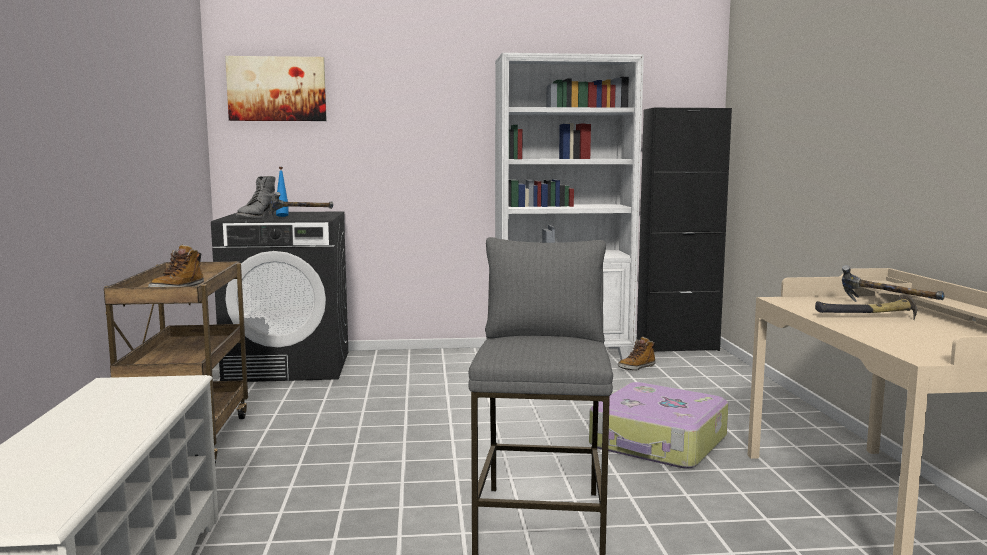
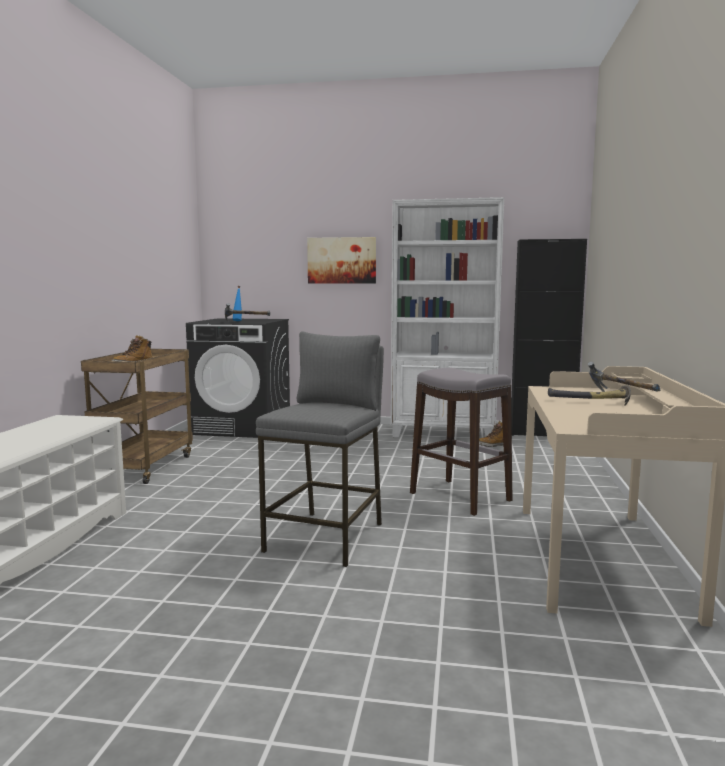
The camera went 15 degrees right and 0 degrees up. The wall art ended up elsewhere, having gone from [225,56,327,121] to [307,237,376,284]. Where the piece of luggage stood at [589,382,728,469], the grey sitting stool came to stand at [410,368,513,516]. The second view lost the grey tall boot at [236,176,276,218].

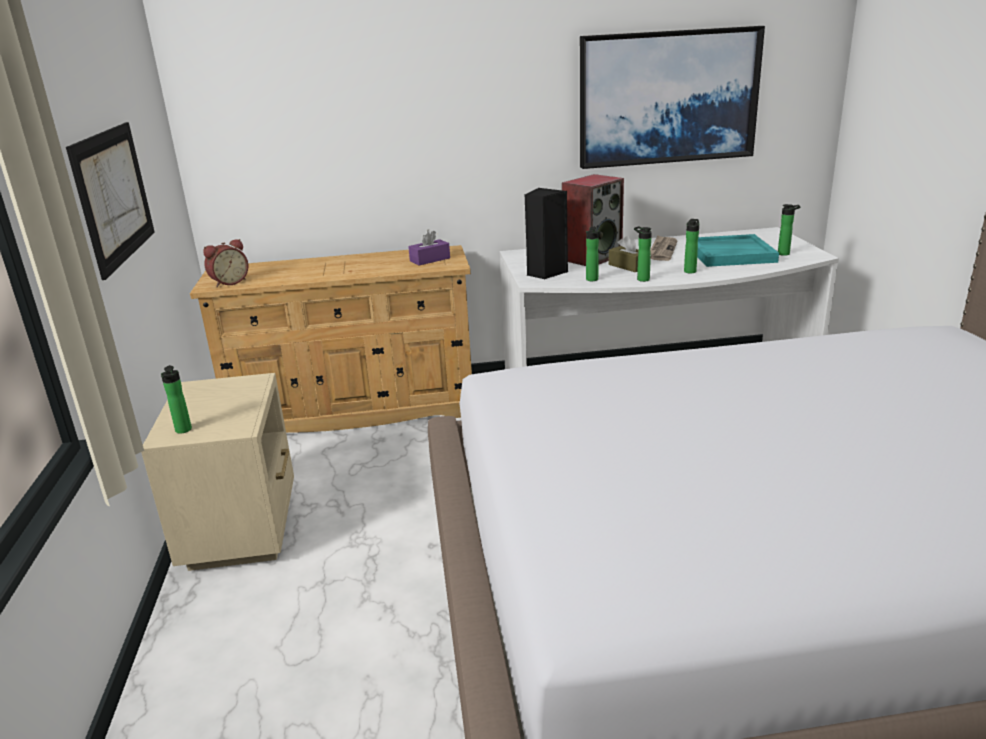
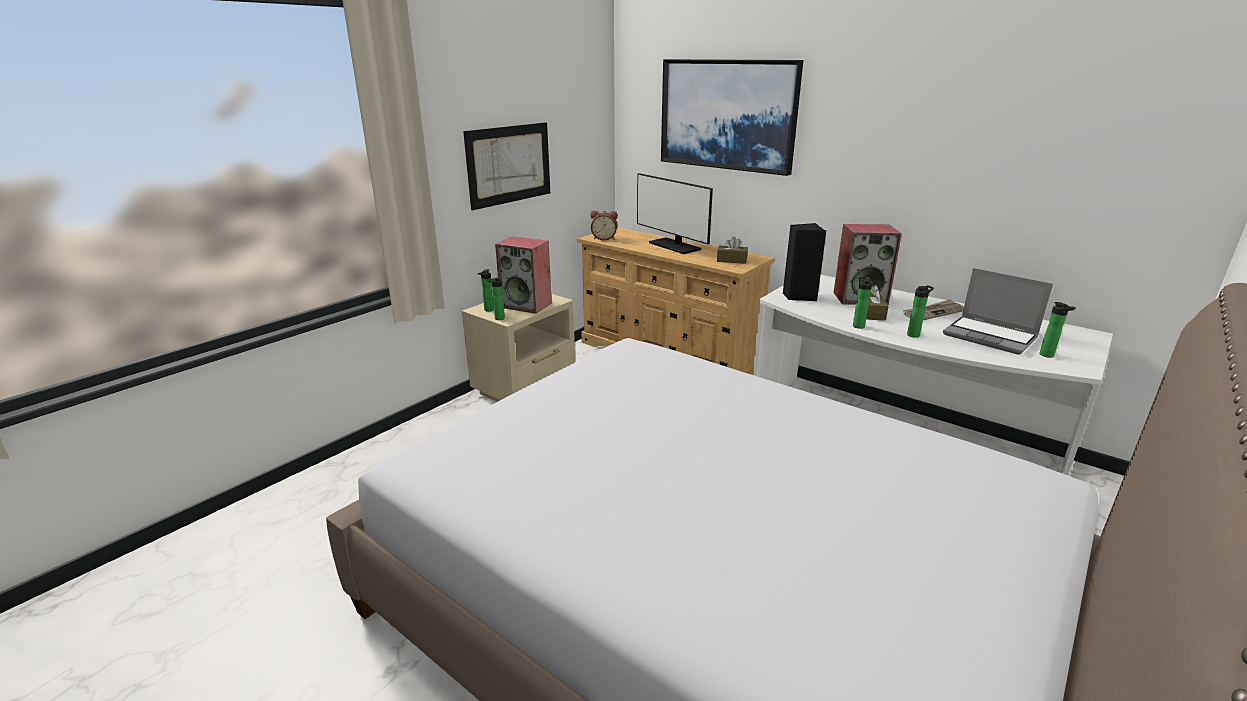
The camera went 45 degrees right and 0 degrees up. The beverage bottle ended up elsewhere, having gone from [586,227,599,281] to [487,277,505,320]. The second view gained the speaker at [495,237,552,314]. The second view gained the computer display at [637,173,713,254]. The wall art ended up elsewhere, having gone from [580,26,765,169] to [661,59,803,176]. What was the purple tissue box at [408,230,450,265] turned into the brown tissue box at [717,236,748,264]. Where the turquoise-coloured carrying tray stood at [697,234,779,267], the portable computer came to stand at [943,268,1053,355].

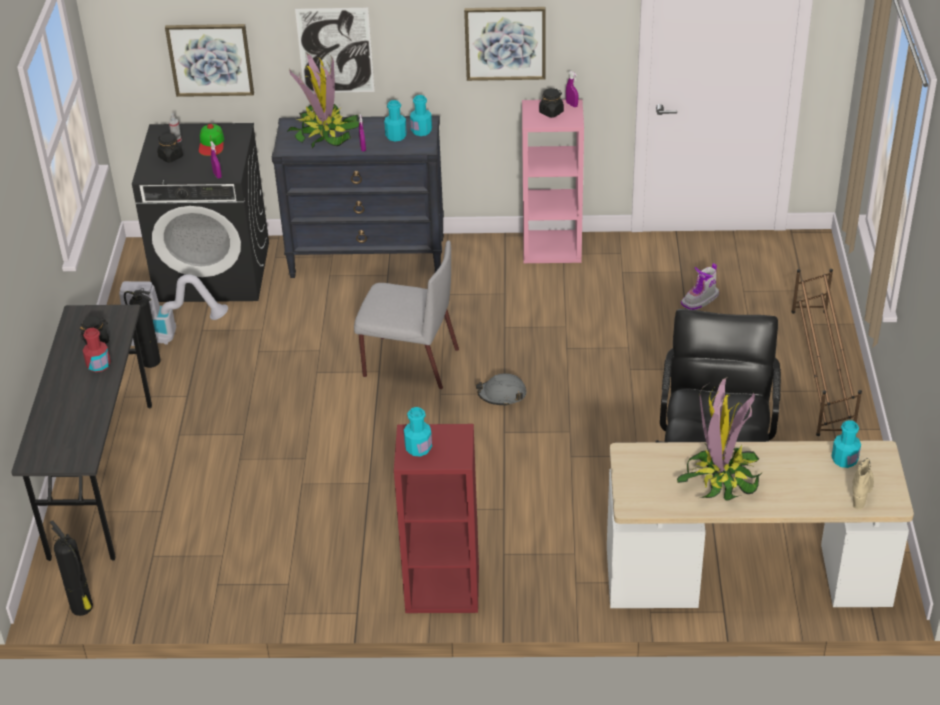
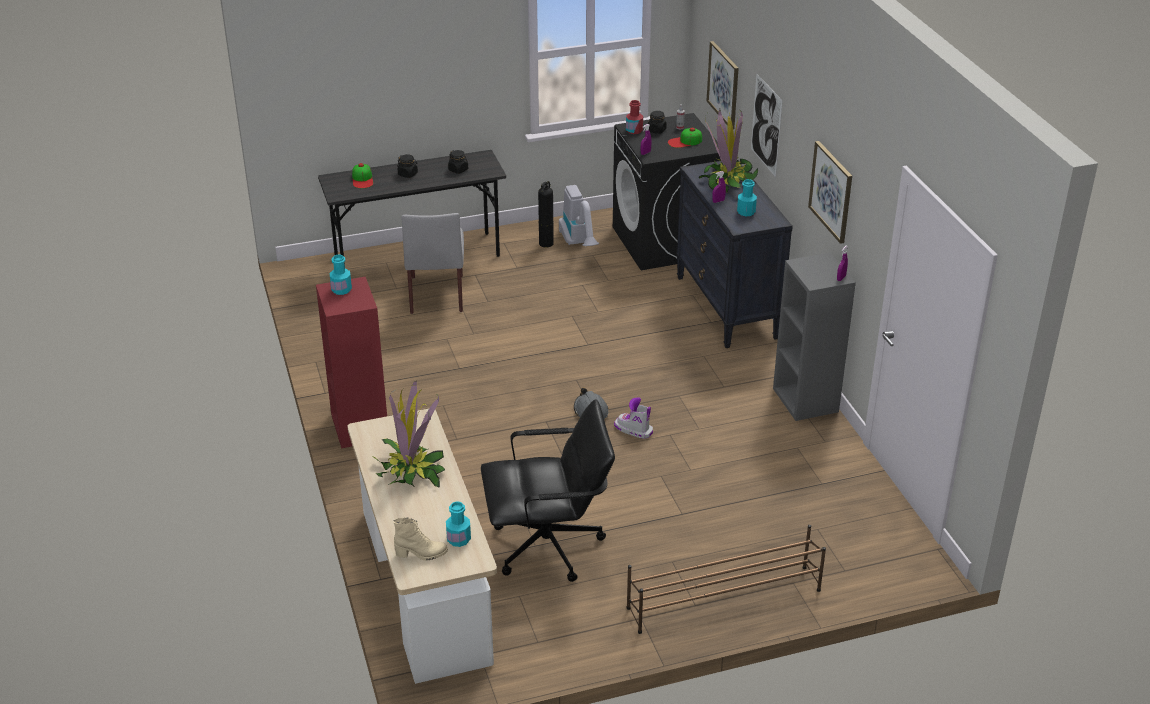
The camera went 70 degrees right and 5 degrees down. The second view gained the baseball cap at [352,163,373,188]. The black preserve jar ended up elsewhere, having gone from [539,88,564,118] to [397,154,418,178]. The grey plain chair ended up elsewhere, having gone from [354,240,459,389] to [401,213,464,314]. The tall boot ended up elsewhere, having gone from [681,263,719,310] to [614,398,653,439]. The red-coloured beverage bottle ended up elsewhere, having gone from [83,328,111,372] to [626,100,643,134]. What was the pink bookshelf at [522,99,584,263] turned into the grey bookshelf at [773,253,856,421]. The second view lost the fire extinguisher at [50,520,93,616]. The second view lost the turquoise-coloured beverage bottle at [410,95,432,136].

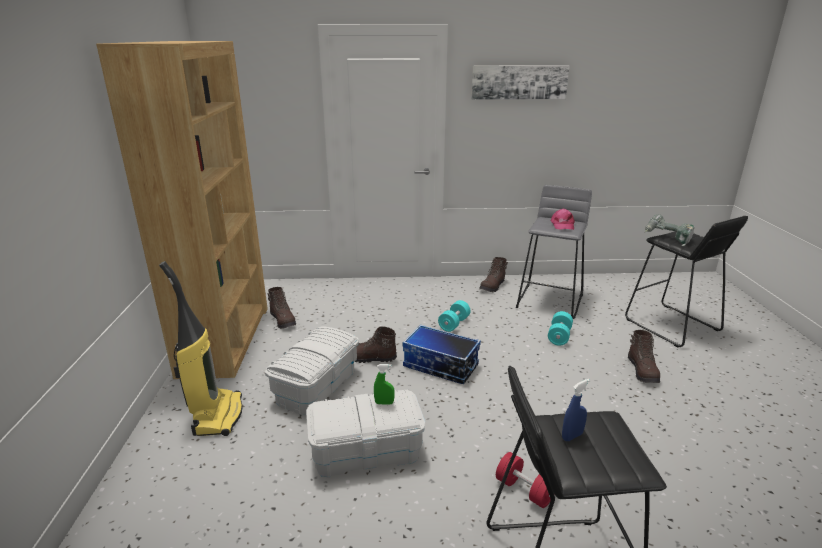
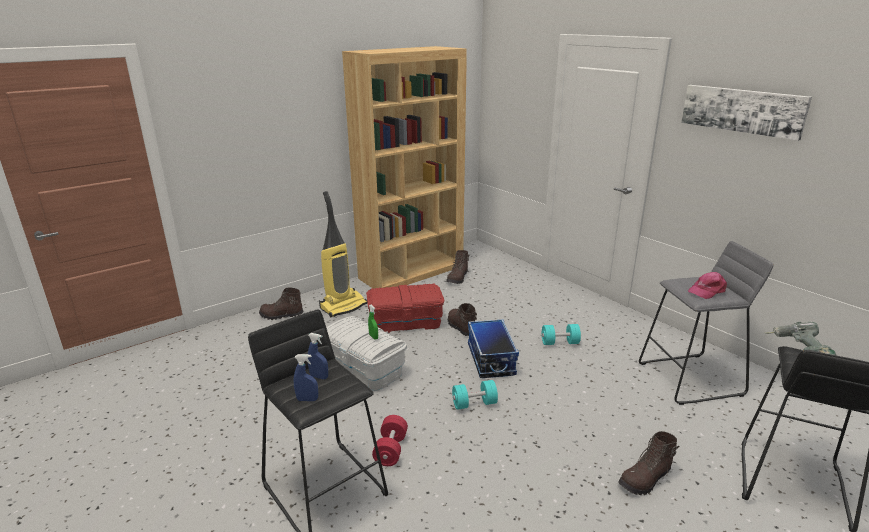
The camera went 55 degrees right and 0 degrees up. The brown tall boot ended up elsewhere, having gone from [479,257,508,292] to [259,288,303,320]. The second view gained the blue spray bottle at [293,354,318,401]. What was the white-coloured storage bin at [265,327,359,415] turned into the red-coloured storage bin at [366,283,444,333]. The turquoise-coloured free weight ended up elsewhere, having gone from [548,311,573,346] to [452,380,498,410].

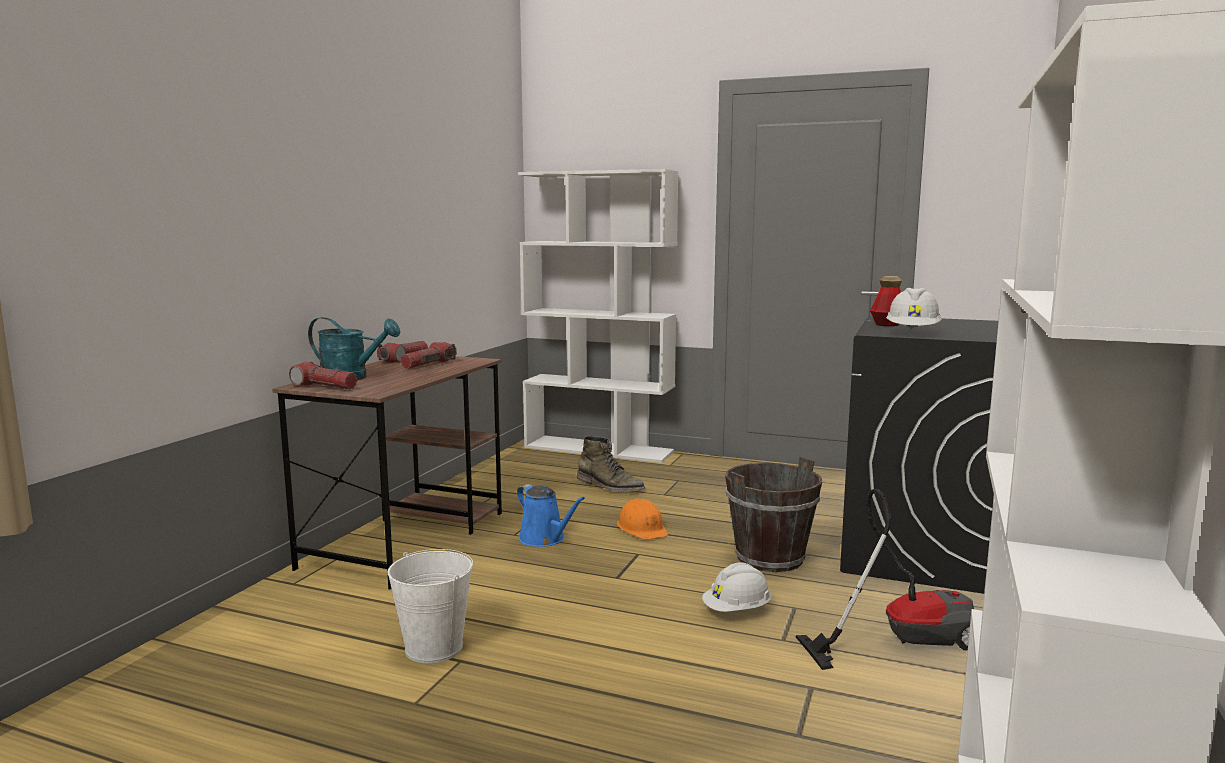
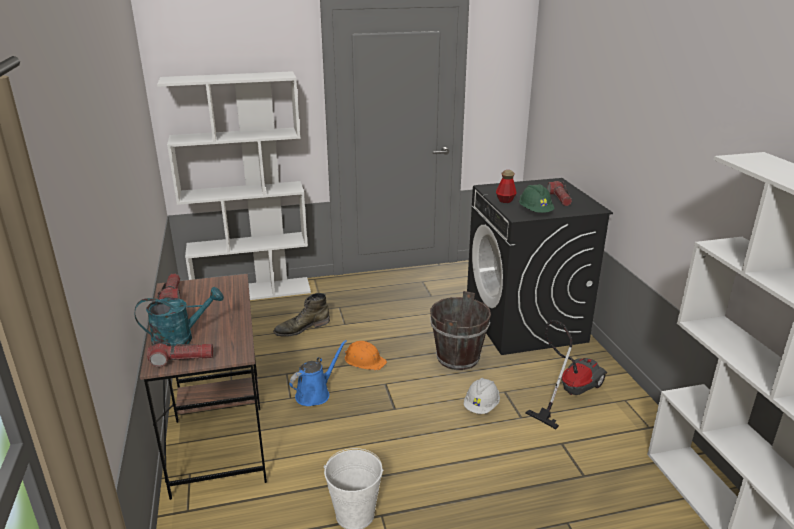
The camera went 35 degrees left and 15 degrees up. The greenish tall boot at [577,436,645,491] ended up facing another way, 150 degrees clockwise from before. The blue watering can at [517,484,585,547] ended up facing another way, 60 degrees counterclockwise from before. What was the white-coloured safety helmet at [886,288,942,330] turned into the greenish safety helmet at [519,184,555,213]. The torch ended up elsewhere, having gone from [401,342,457,369] to [547,181,572,206].

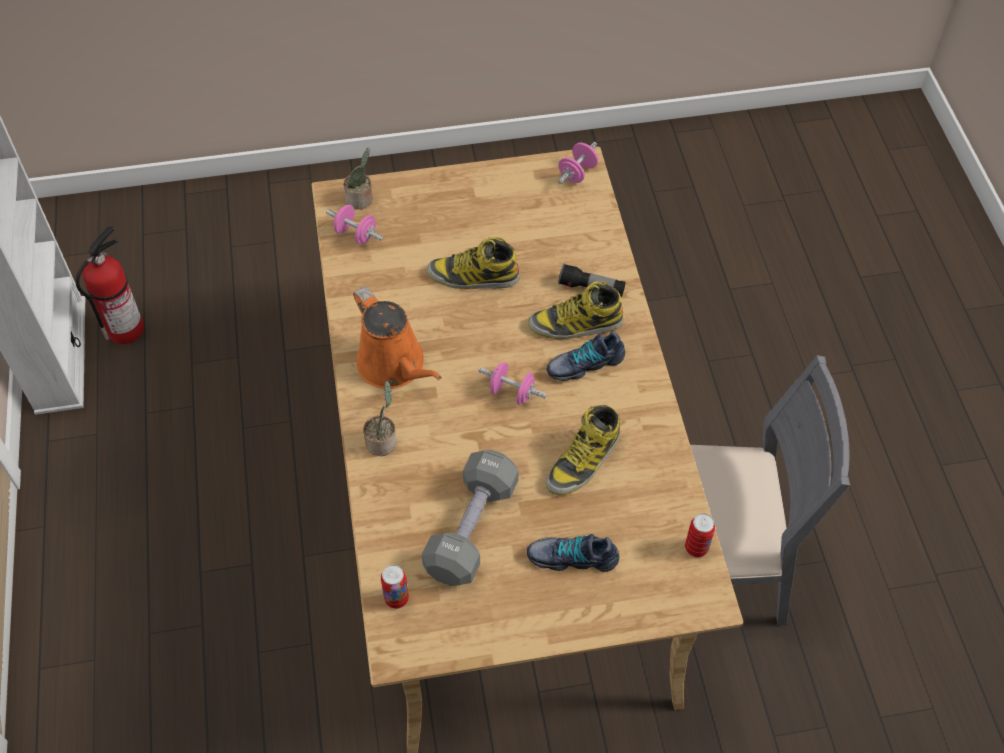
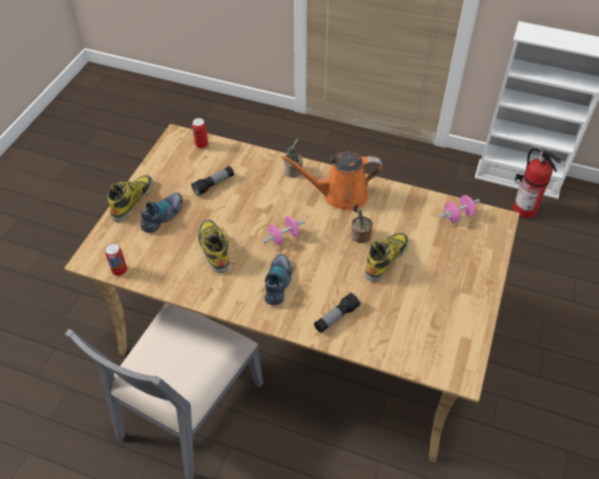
The camera went 120 degrees right and 5 degrees down. The tall boot ended up elsewhere, having gone from [528,281,623,339] to [107,175,154,222]. Where the grey free weight stood at [422,450,519,586], the torch came to stand at [191,166,234,196]. The houseplant ended up elsewhere, having gone from [343,148,373,209] to [351,204,373,243]. The second view lost the pink free weight at [558,142,598,184].

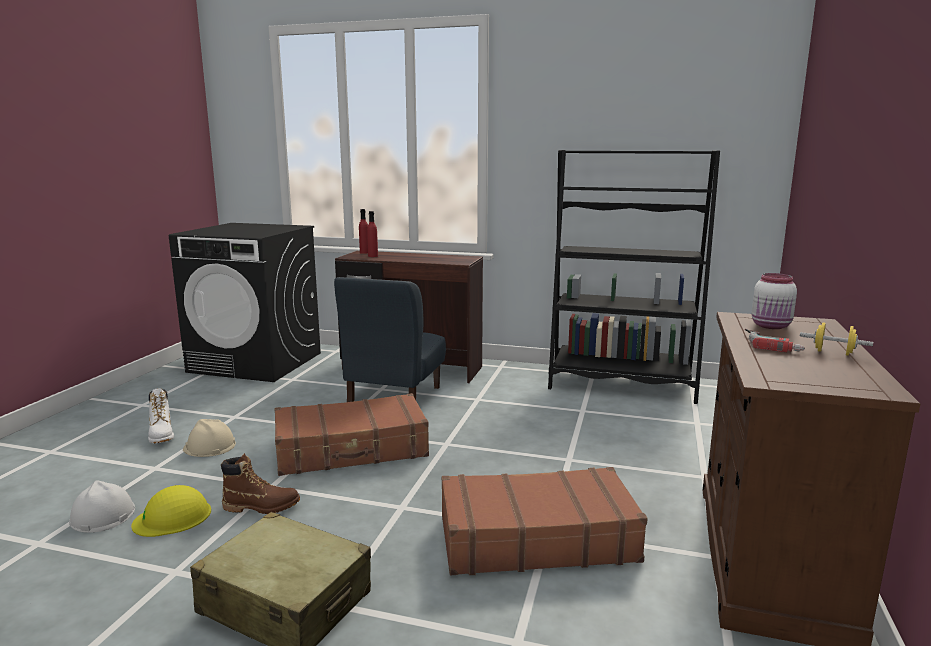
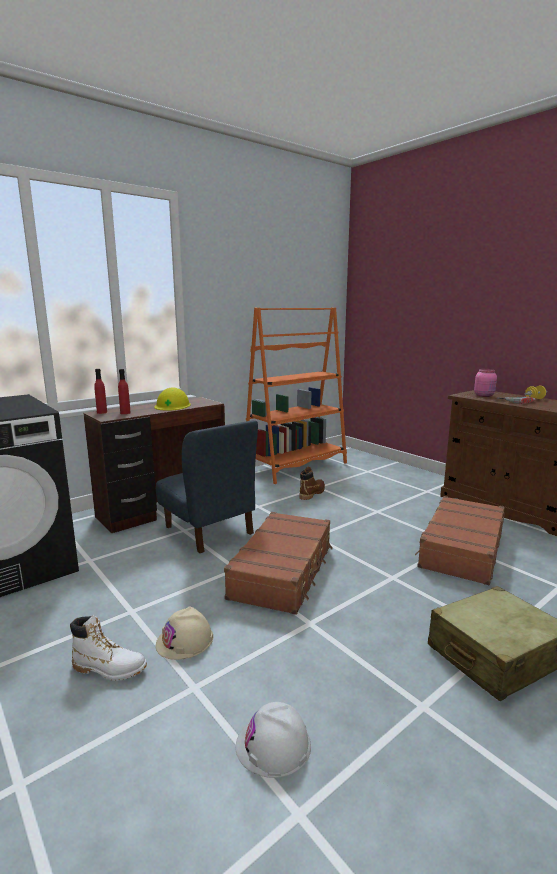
The camera went 55 degrees left and 0 degrees up. The yellow safety helmet ended up elsewhere, having gone from [131,485,211,537] to [154,387,191,411]. What was the black bookshelf at [548,150,720,404] turned into the orange-coloured bookshelf at [246,308,347,484]. The brown tall boot ended up elsewhere, having gone from [221,453,300,514] to [299,467,325,500]. What was the white-coloured preserve jar at [752,273,797,329] turned into the pink preserve jar at [474,369,497,397].

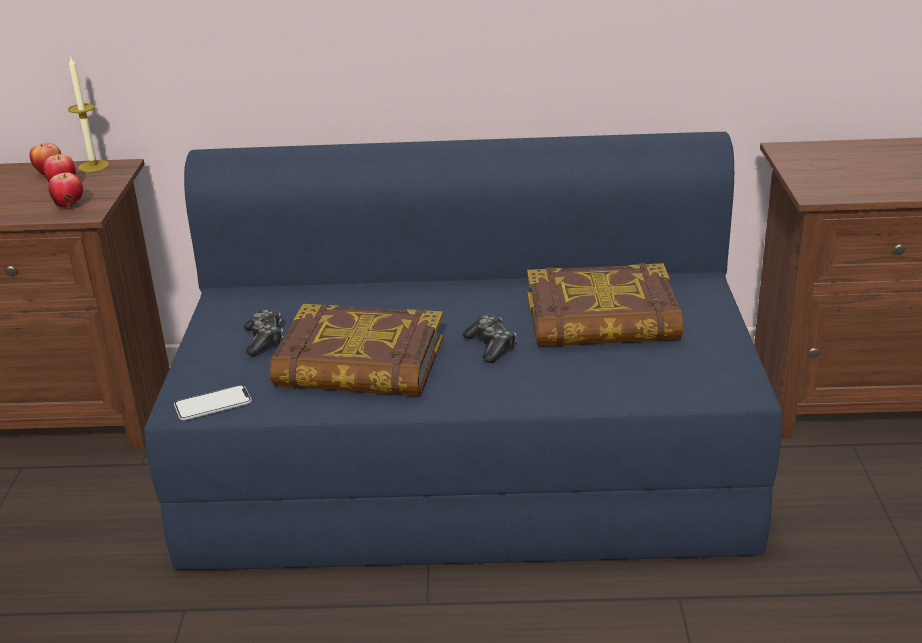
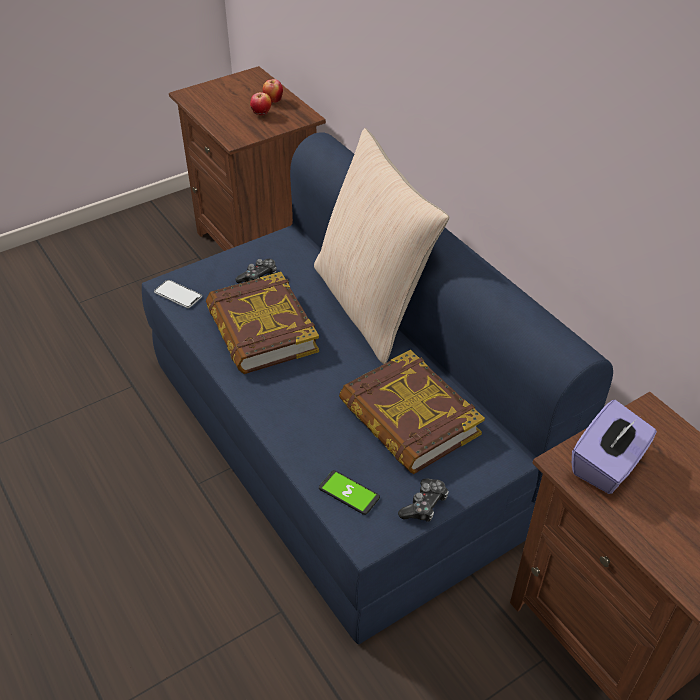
The camera went 55 degrees right and 15 degrees up. The second view gained the beige-coloured cushion at [314,128,449,364]. The second view gained the telephone at [319,470,380,515]. The gamepad ended up elsewhere, having gone from [463,314,516,363] to [398,478,449,522]. The second view gained the purple tissue box at [572,400,657,494]. The second view lost the whole apple at [48,172,83,208]. The second view lost the wax candle at [68,56,109,172].

